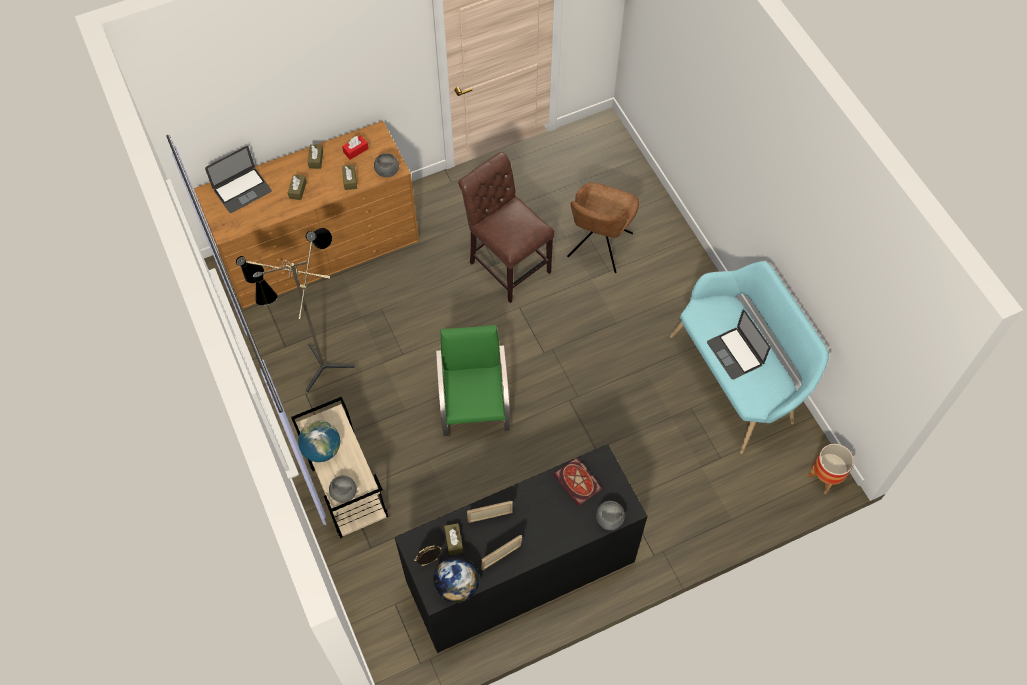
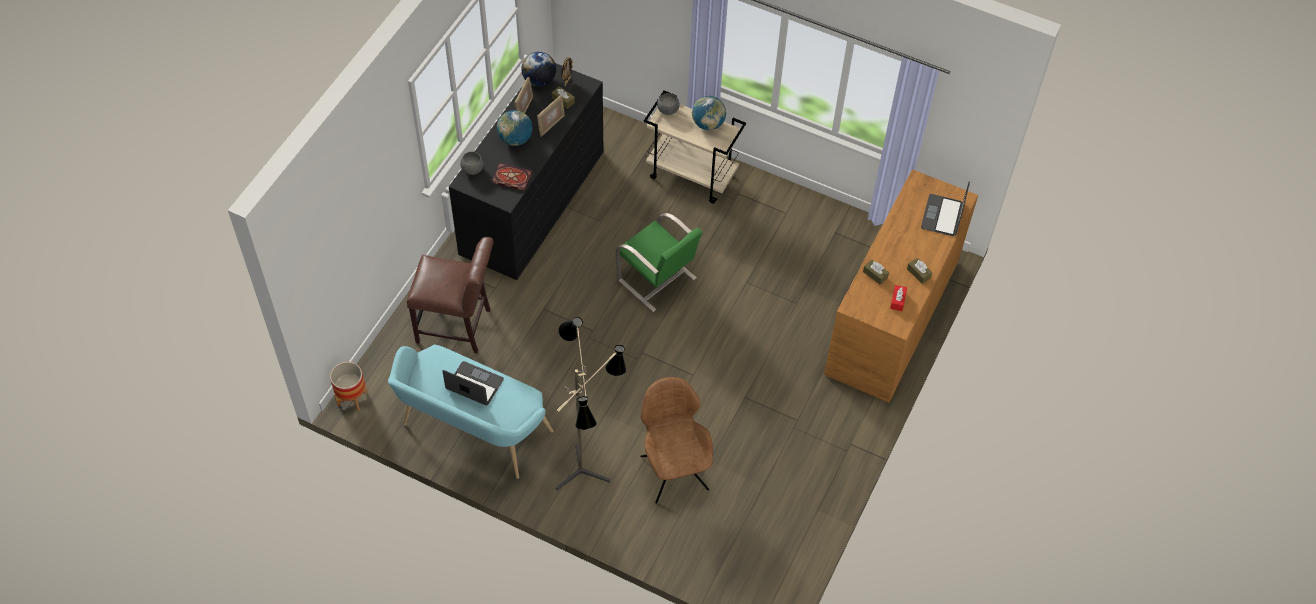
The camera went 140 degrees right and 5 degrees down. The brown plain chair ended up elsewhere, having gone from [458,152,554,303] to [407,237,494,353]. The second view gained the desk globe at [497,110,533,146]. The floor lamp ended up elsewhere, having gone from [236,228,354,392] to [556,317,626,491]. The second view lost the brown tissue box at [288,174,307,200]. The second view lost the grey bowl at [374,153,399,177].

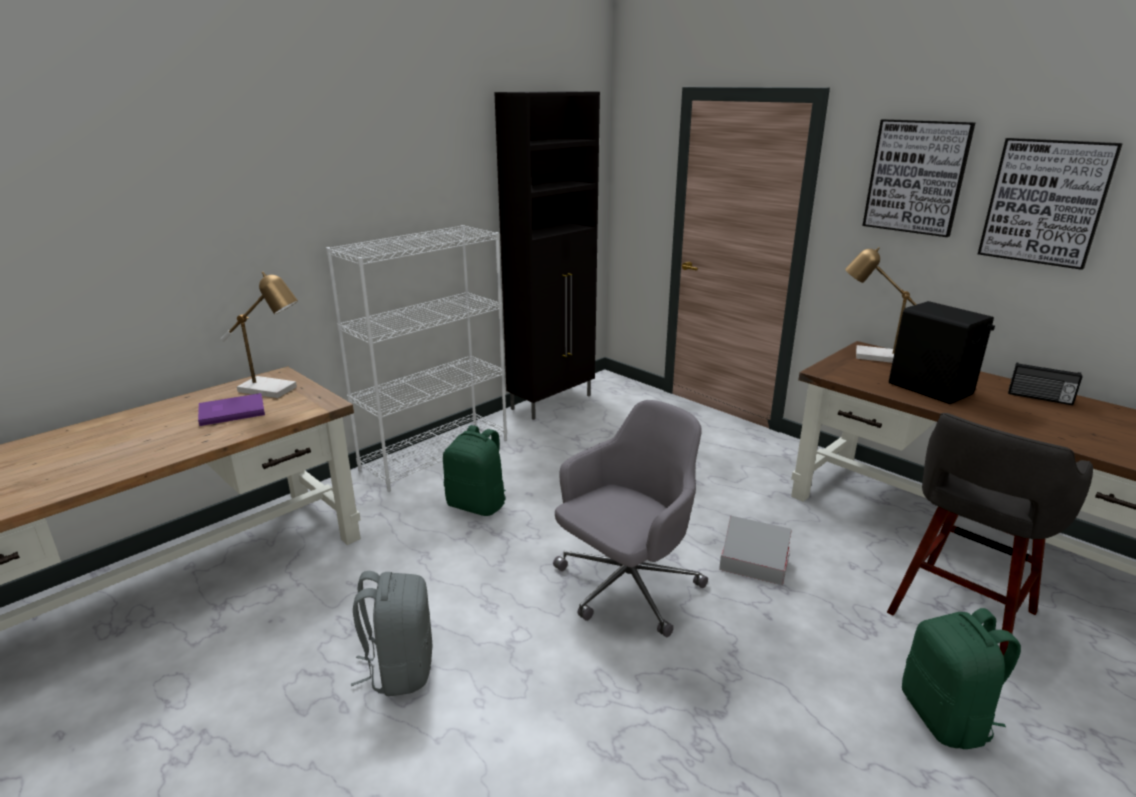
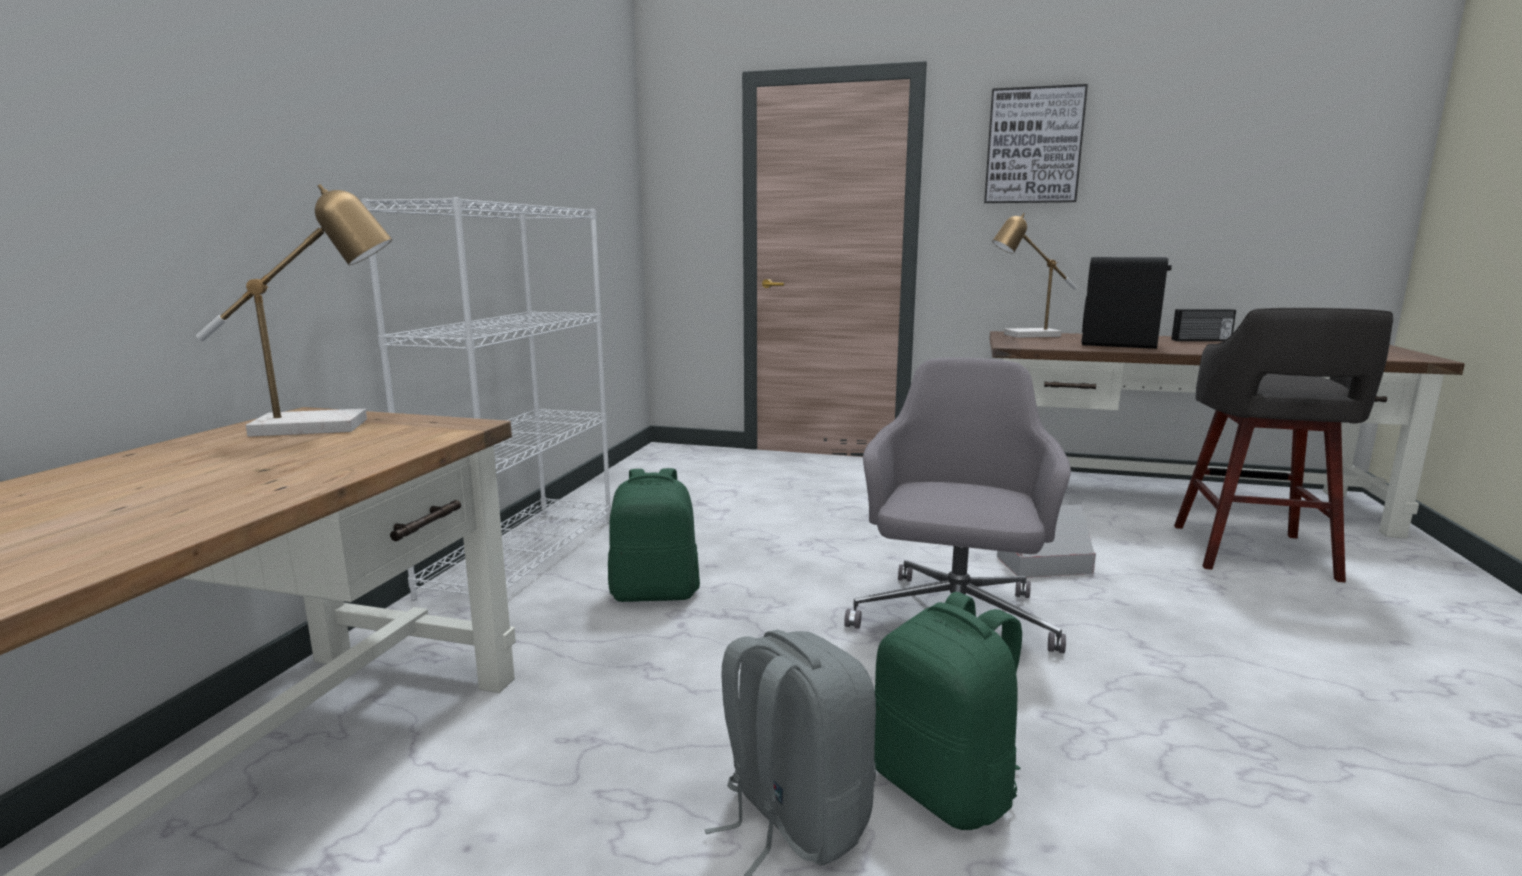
The camera went 30 degrees left and 10 degrees down. The greenish rucksack ended up elsewhere, having gone from [902,608,1021,749] to [874,592,1022,830]. The second view lost the purple volume at [198,393,265,426]. The second view lost the black cupboard at [494,91,600,420]. The second view lost the wall art at [978,138,1123,270].

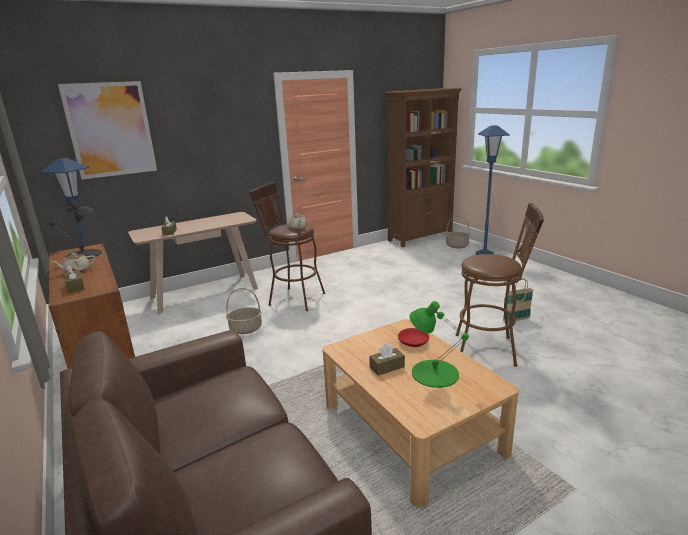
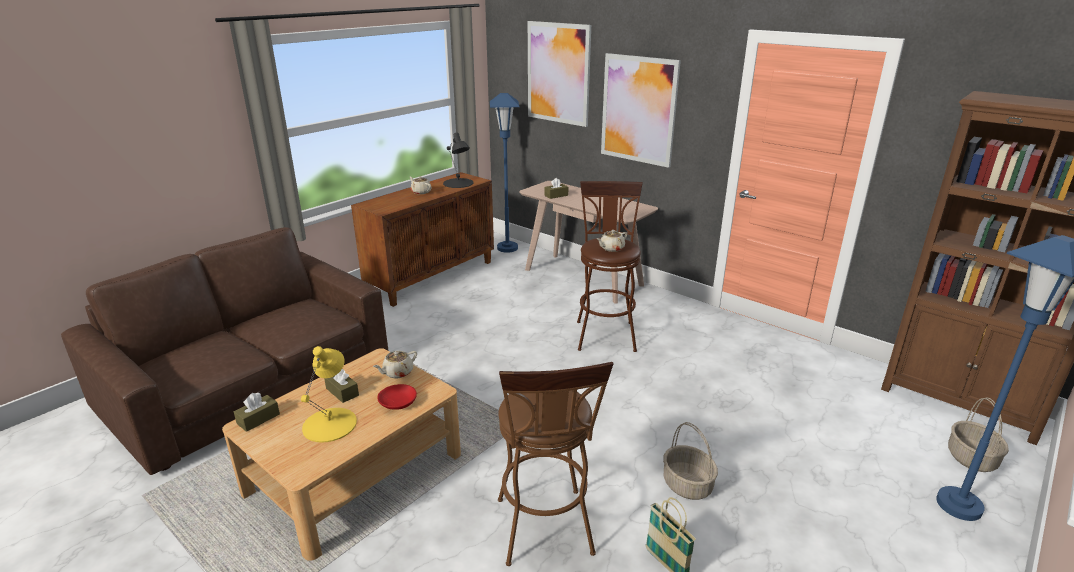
The camera went 70 degrees right and 5 degrees up. The brown tissue box ended up elsewhere, having gone from [64,265,85,293] to [234,393,280,432]. What was the greenish lamp for a table at [409,301,469,388] turned into the yellow lamp for a table at [301,346,357,443]. The second view gained the beige-coloured teapot at [373,351,417,379]. The second view gained the wall art at [601,53,681,168]. The storage basket ended up elsewhere, having gone from [226,288,262,334] to [663,422,718,500].

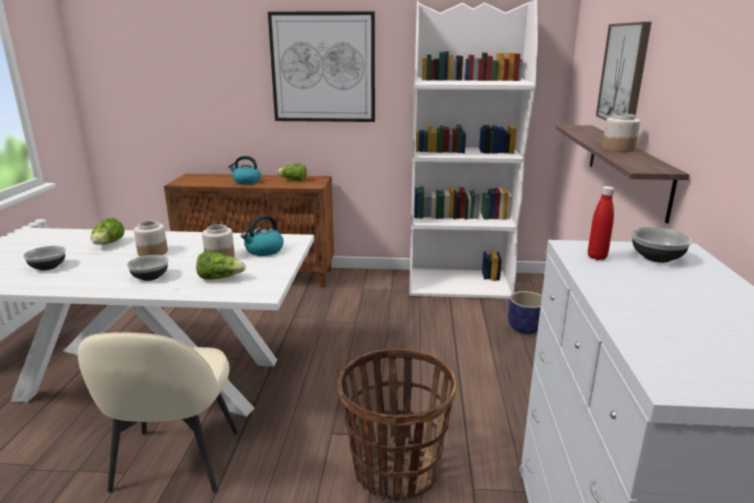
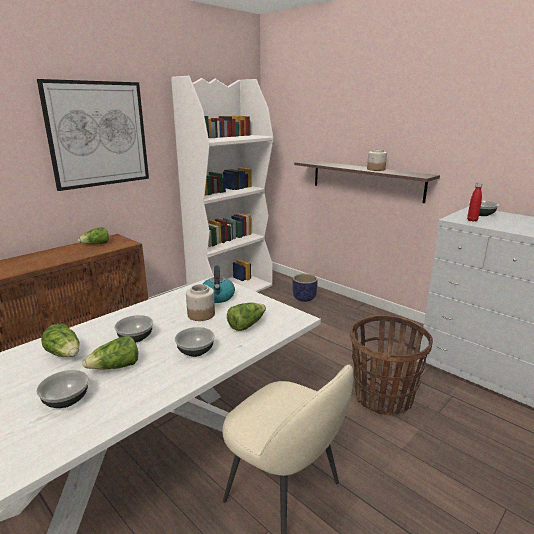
The camera went 50 degrees left and 0 degrees up. The second view gained the lettuce at [82,336,138,369]. Where the preserve jar stood at [134,221,168,257], the bowl came to stand at [114,315,153,342]. The second view lost the water kettle at [228,156,261,184]. The second view lost the wall art at [596,22,652,120].

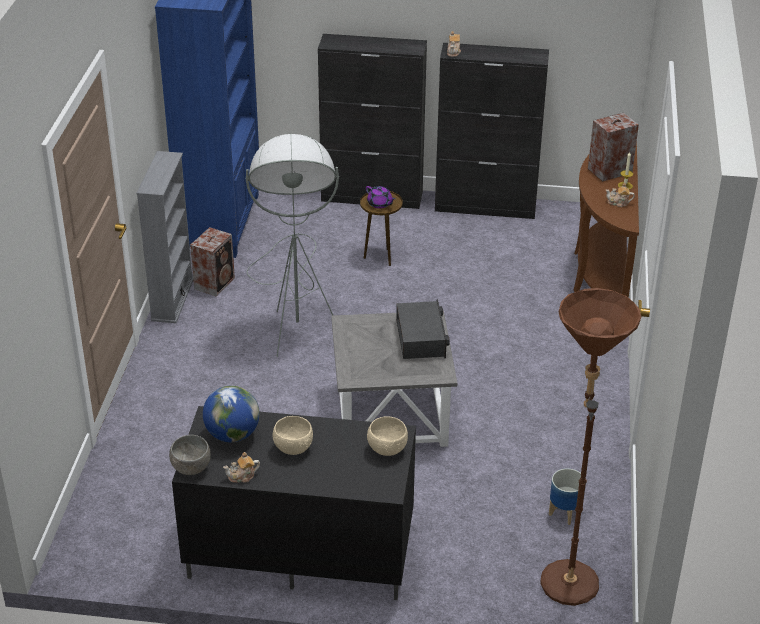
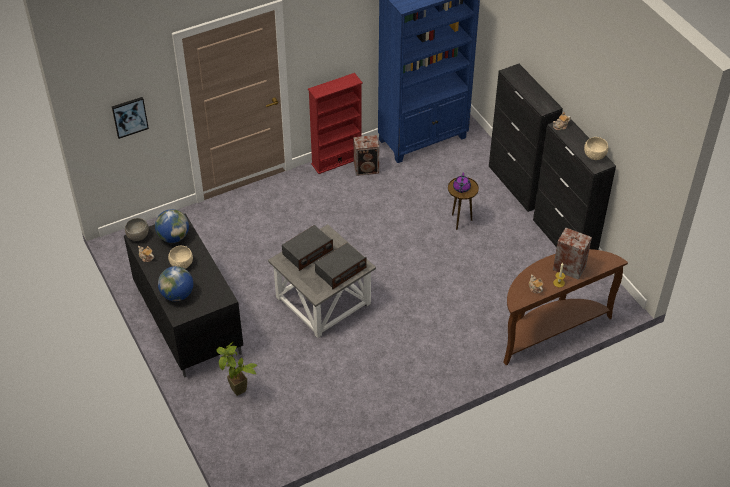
The camera went 55 degrees right and 10 degrees up. The second view gained the wall art at [112,97,149,139]. The second view gained the desk globe at [158,266,193,301]. The second view gained the houseplant at [216,342,257,396]. The second view gained the radio at [282,225,333,271]. What was the grey bookshelf at [136,151,193,323] turned into the red-coloured bookshelf at [308,73,363,174]. The beige-coloured bowl ended up elsewhere, having gone from [367,416,408,456] to [584,137,608,160]. The second view lost the grey floor lamp at [246,134,339,357]. The second view lost the brown floor lamp at [540,288,641,606]. The second view lost the planter at [549,468,586,525].

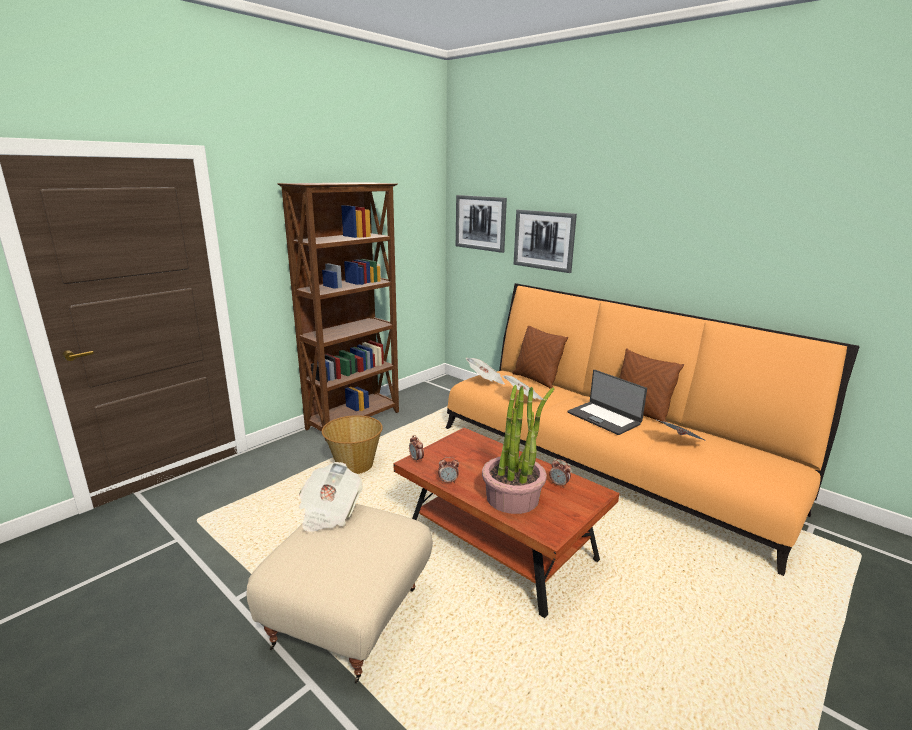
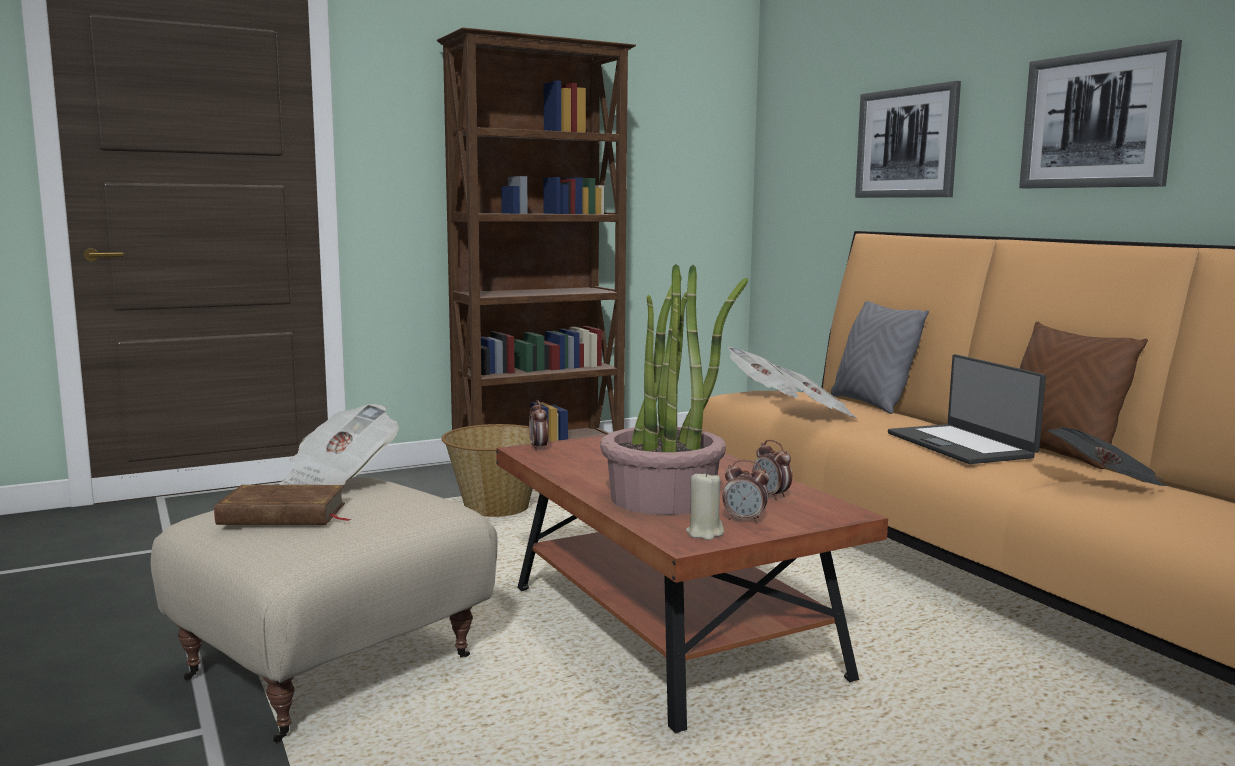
The camera went 20 degrees right and 10 degrees down. The second view gained the brown volume at [214,485,351,525]. The second view gained the beige-coloured wax candle at [686,470,724,540]. The table clock ended up elsewhere, having gone from [438,457,459,483] to [722,460,769,523]. What was the brown cushion at [512,326,568,389] turned into the grey cushion at [831,301,929,414]. The wall art ended up elsewhere, having gone from [456,195,507,253] to [1019,39,1182,188].

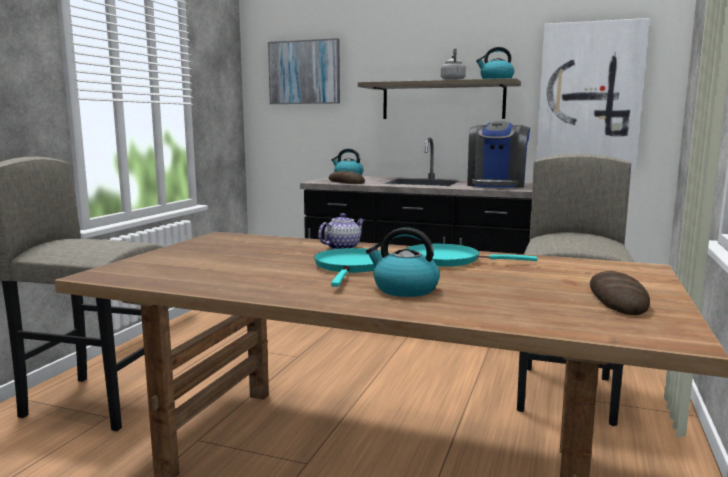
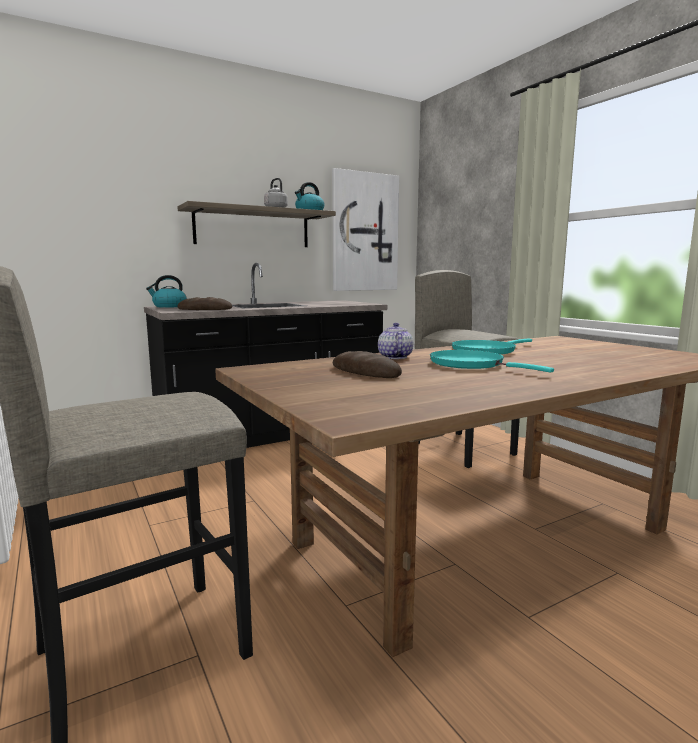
The camera went 50 degrees left and 0 degrees up. The baked bread ended up elsewhere, having gone from [590,271,650,315] to [333,351,402,378]. The second view lost the wall art at [268,38,340,104]. The second view lost the water kettle at [366,227,440,297]. The second view lost the coffee maker at [467,121,530,188].

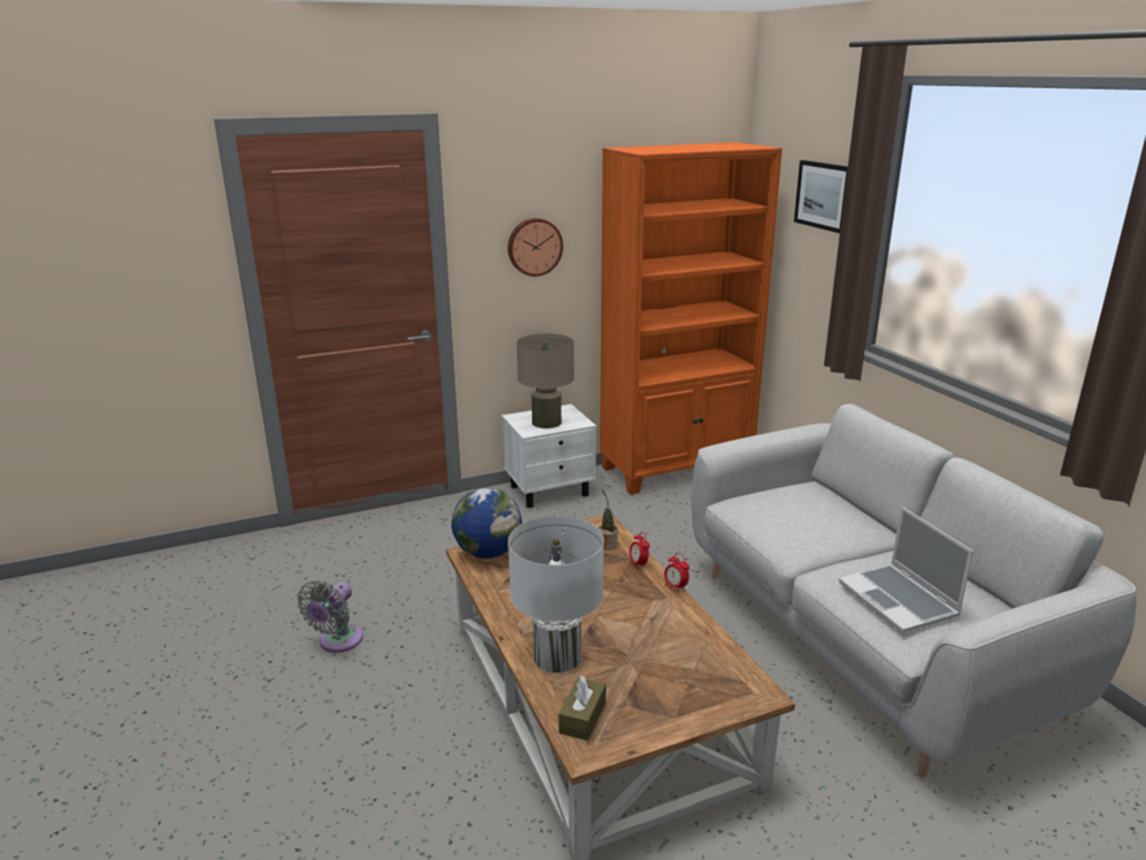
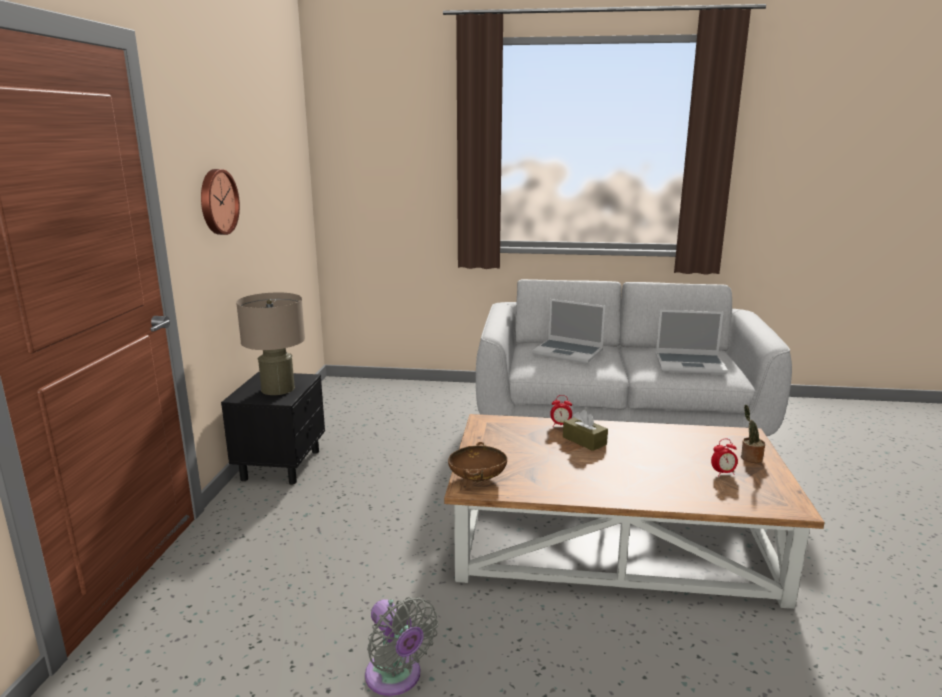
The camera went 60 degrees left and 5 degrees down. What was the white-coloured night table at [502,404,596,508] turned into the black night table at [221,372,325,485]. Where the desk globe stood at [451,488,522,558], the brown bowl came to stand at [448,442,507,482]. The second view gained the portable computer at [532,299,606,363]. The brown tissue box ended up elsewhere, having gone from [559,675,606,741] to [563,410,608,451]. The table clock ended up elsewhere, having gone from [664,553,689,593] to [711,439,738,476]. The houseplant ended up elsewhere, having gone from [598,489,618,550] to [741,405,765,463]. The second view lost the white-coloured lamp for a table at [508,516,604,673]. The second view lost the orange-coloured bookshelf at [600,142,782,495]. The second view lost the wall art at [794,160,848,233].

